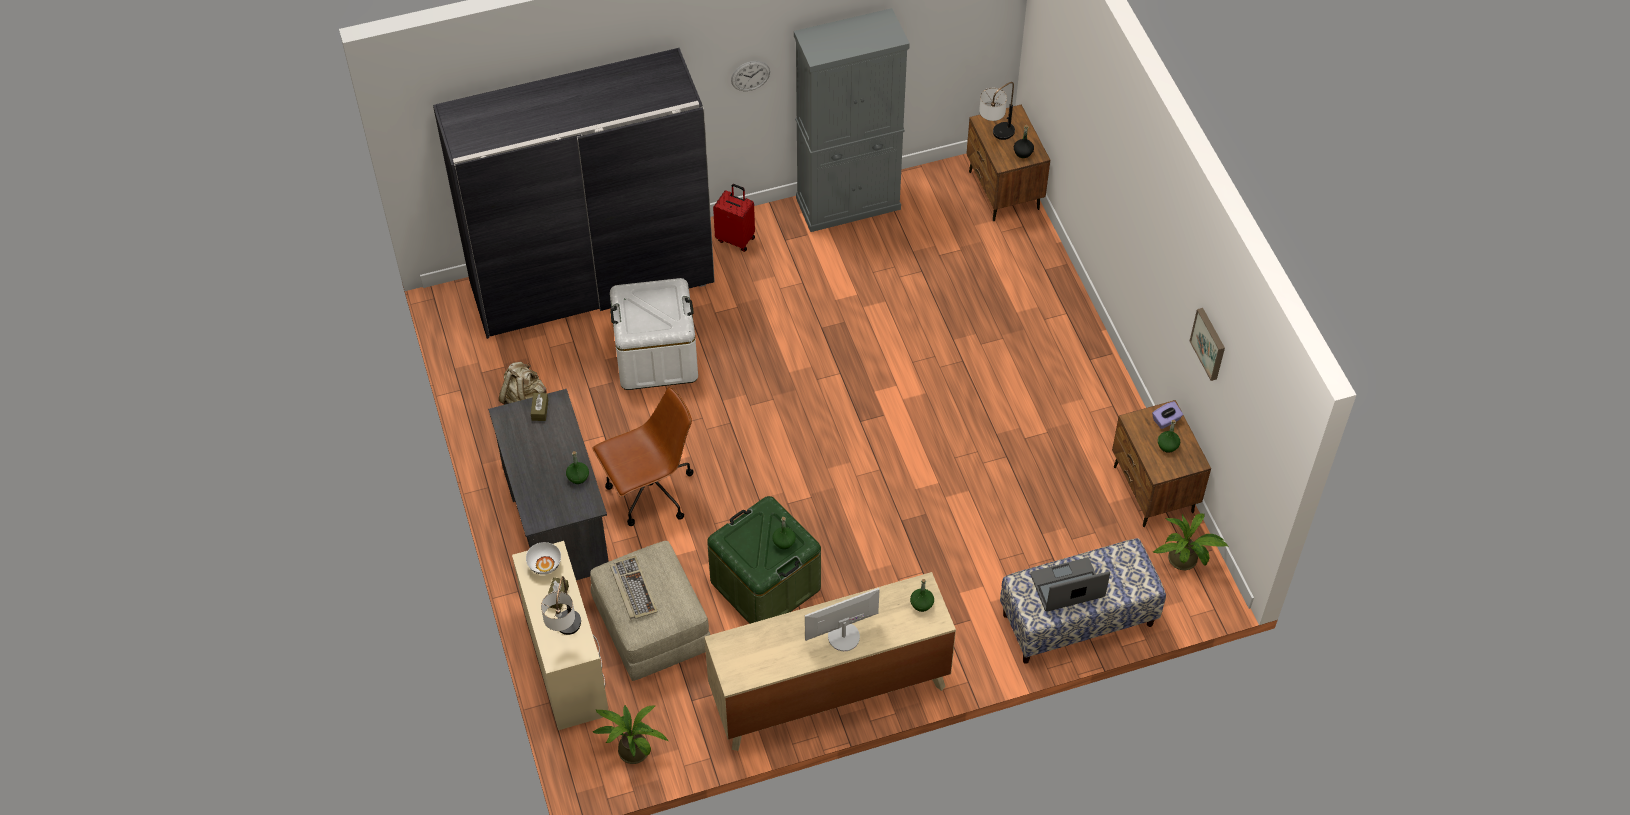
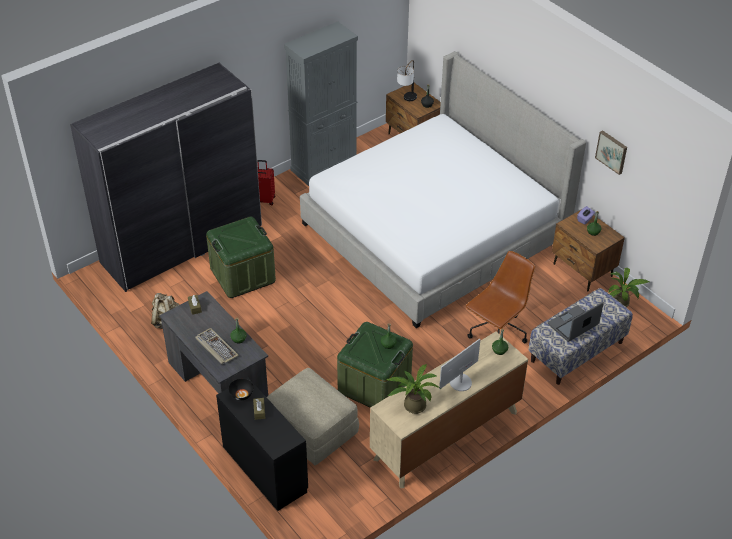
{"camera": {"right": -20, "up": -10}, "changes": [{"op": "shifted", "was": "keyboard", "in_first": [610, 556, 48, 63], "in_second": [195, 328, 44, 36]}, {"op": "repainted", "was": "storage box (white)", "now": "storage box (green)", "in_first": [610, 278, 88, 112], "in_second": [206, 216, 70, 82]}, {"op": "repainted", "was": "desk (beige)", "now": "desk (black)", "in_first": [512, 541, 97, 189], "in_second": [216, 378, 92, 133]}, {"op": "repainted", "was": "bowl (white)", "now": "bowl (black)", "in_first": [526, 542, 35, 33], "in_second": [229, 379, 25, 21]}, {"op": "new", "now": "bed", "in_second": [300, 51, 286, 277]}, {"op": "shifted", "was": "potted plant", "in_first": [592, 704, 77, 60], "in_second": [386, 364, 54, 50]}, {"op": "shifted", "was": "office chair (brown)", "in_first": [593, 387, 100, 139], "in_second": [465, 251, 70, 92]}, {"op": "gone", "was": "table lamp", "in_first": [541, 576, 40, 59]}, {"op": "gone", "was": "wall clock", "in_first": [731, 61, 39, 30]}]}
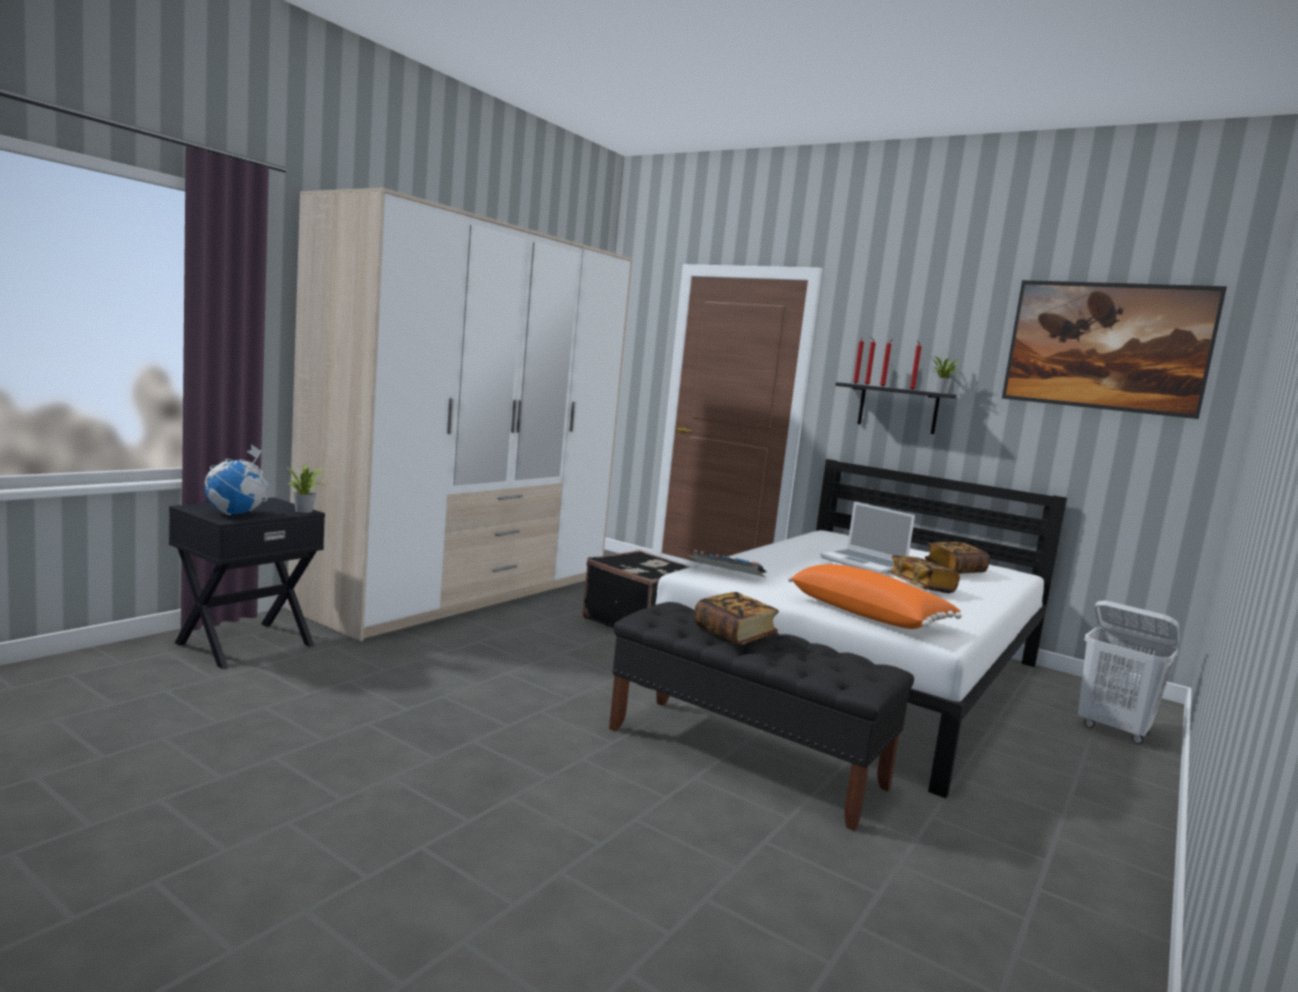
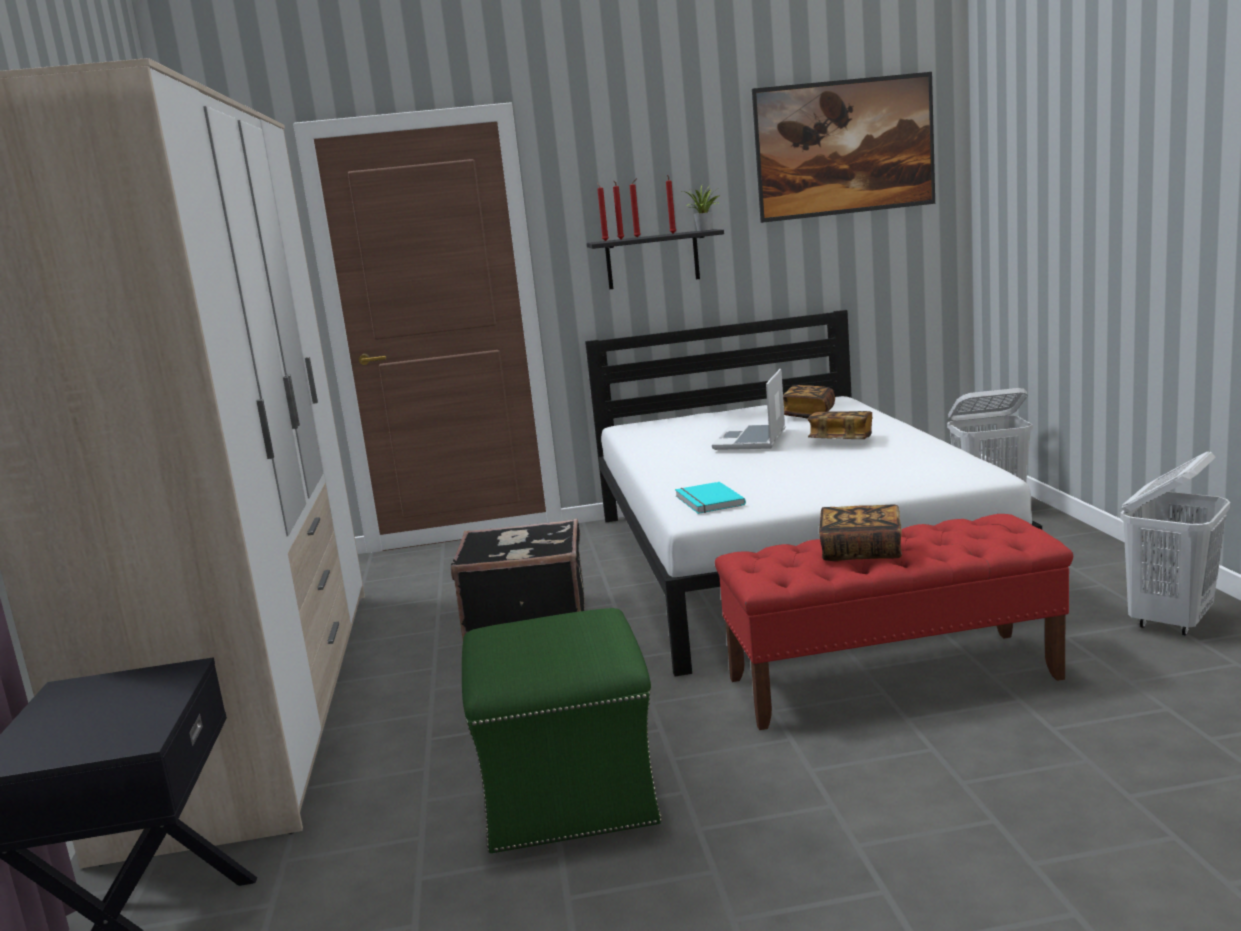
{"camera": {"right": -40, "up": 5}, "changes": [{"op": "new", "now": "ottoman (green)", "in_second": [462, 608, 200, 245]}, {"op": "swapped", "was": "keyboard", "now": "book (turquoise)", "in_first": [688, 550, 80, 27], "in_second": [675, 482, 71, 32]}, {"op": "rotated", "was": "laptop", "in_first": [820, 502, 95, 72], "in_second": [712, 369, 73, 81], "clockwise": 105}, {"op": "repainted", "was": "bench (black)", "now": "bench (red)", "in_first": [609, 602, 305, 229], "in_second": [715, 514, 358, 216]}, {"op": "new", "now": "laundry basket (white)", "in_second": [1120, 451, 110, 185]}, {"op": "gone", "was": "globe", "in_first": [205, 444, 63, 71]}, {"op": "gone", "was": "potted plant", "in_first": [286, 463, 44, 50]}, {"op": "gone", "was": "pillow (orange)", "in_first": [788, 564, 174, 65]}]}
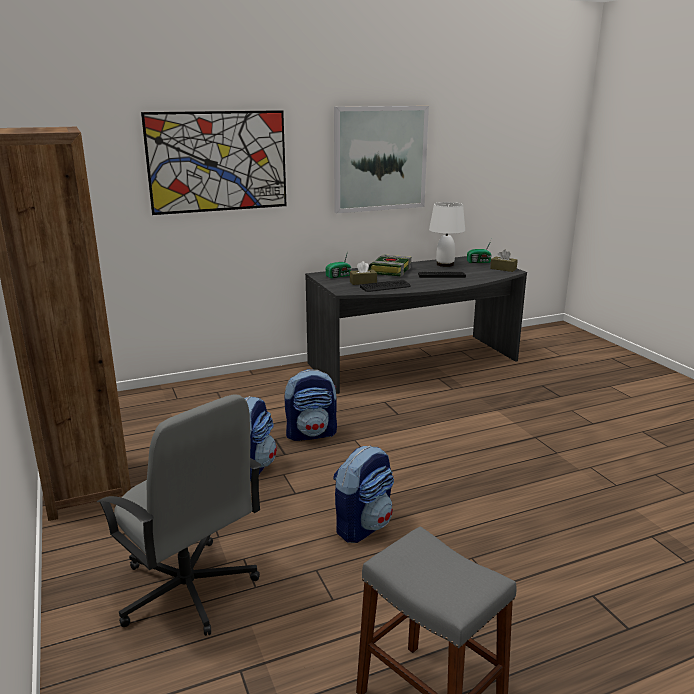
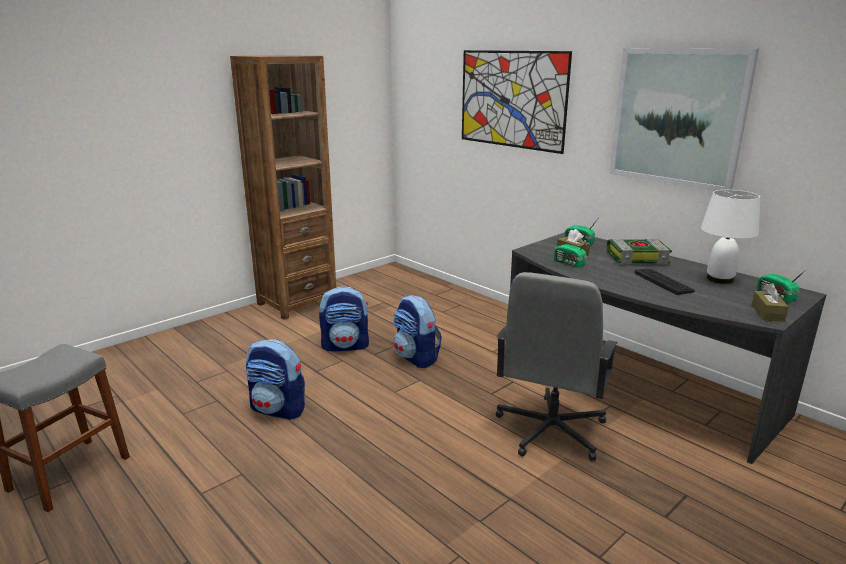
{"camera": {"right": 70, "up": 0}, "changes": [{"op": "shifted", "was": "office chair (grey)", "in_first": [97, 394, 164, 242], "in_second": [496, 272, 122, 189]}, {"op": "swapped", "was": "keyboard", "now": "radio", "in_first": [360, 280, 51, 12], "in_second": [554, 239, 35, 28]}]}
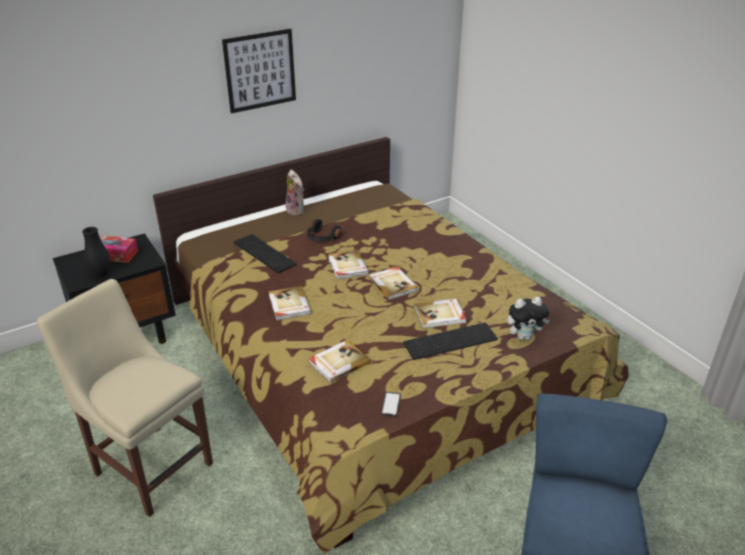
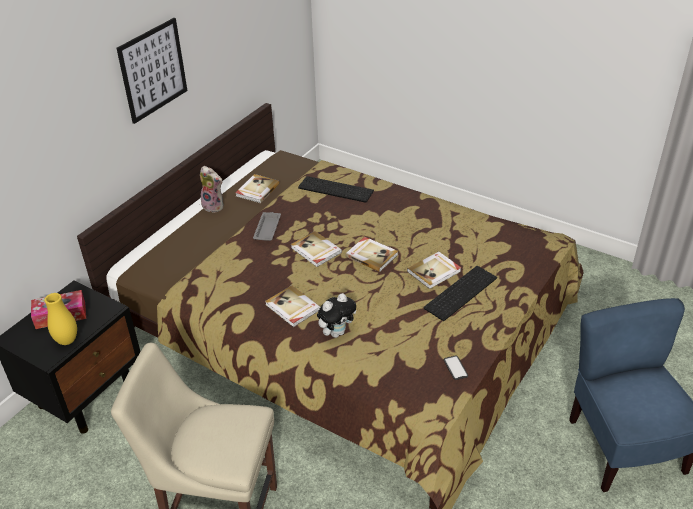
{"camera": {"right": -25, "up": 5}, "changes": [{"op": "repainted", "was": "vase (black)", "now": "vase (yellow)", "in_first": [82, 227, 29, 50], "in_second": [44, 293, 33, 52]}, {"op": "shifted", "was": "book", "in_first": [309, 340, 61, 43], "in_second": [235, 174, 45, 29]}, {"op": "swapped", "was": "headphones (black)", "now": "tray (grey)", "in_first": [307, 219, 36, 23], "in_second": [253, 212, 28, 29]}, {"op": "shifted", "was": "keyboard", "in_first": [234, 234, 63, 39], "in_second": [298, 176, 76, 27]}, {"op": "shifted", "was": "plush toy", "in_first": [507, 297, 43, 43], "in_second": [317, 293, 39, 45]}]}
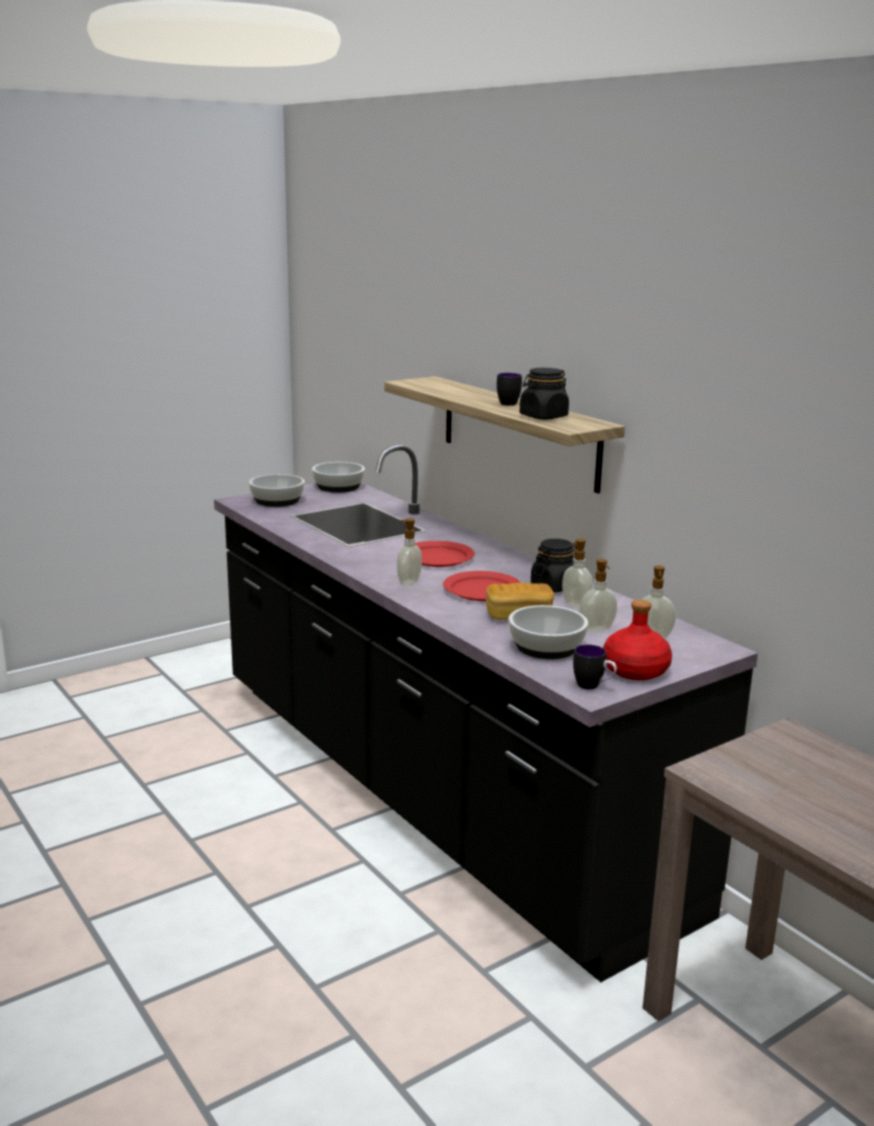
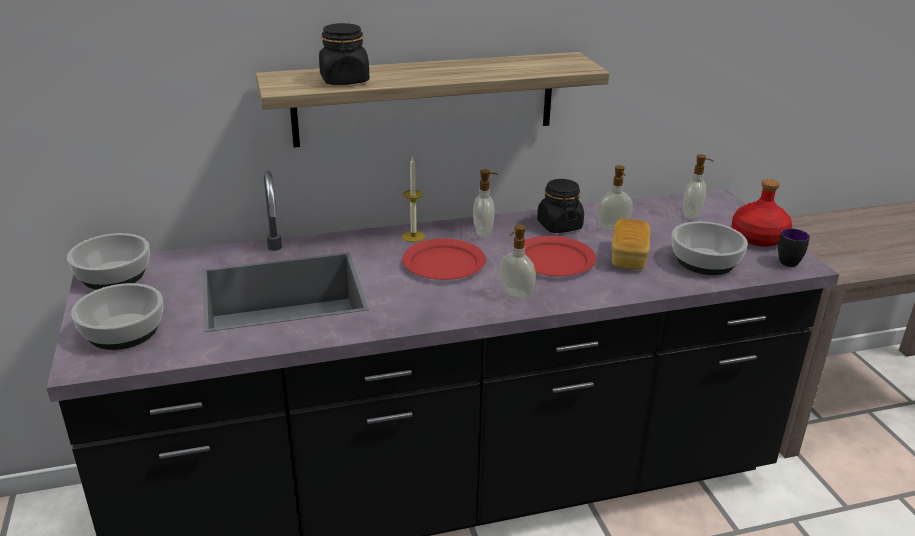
{"camera": {"right": -70, "up": 10}, "changes": [{"op": "shifted", "was": "jar (black)", "in_first": [520, 368, 49, 51], "in_second": [319, 23, 51, 62]}, {"op": "new", "now": "candle", "in_second": [402, 156, 23, 86]}, {"op": "shifted", "was": "soap dispenser", "in_first": [579, 559, 38, 74], "in_second": [473, 169, 25, 68]}, {"op": "gone", "was": "mug", "in_first": [497, 373, 25, 33]}]}
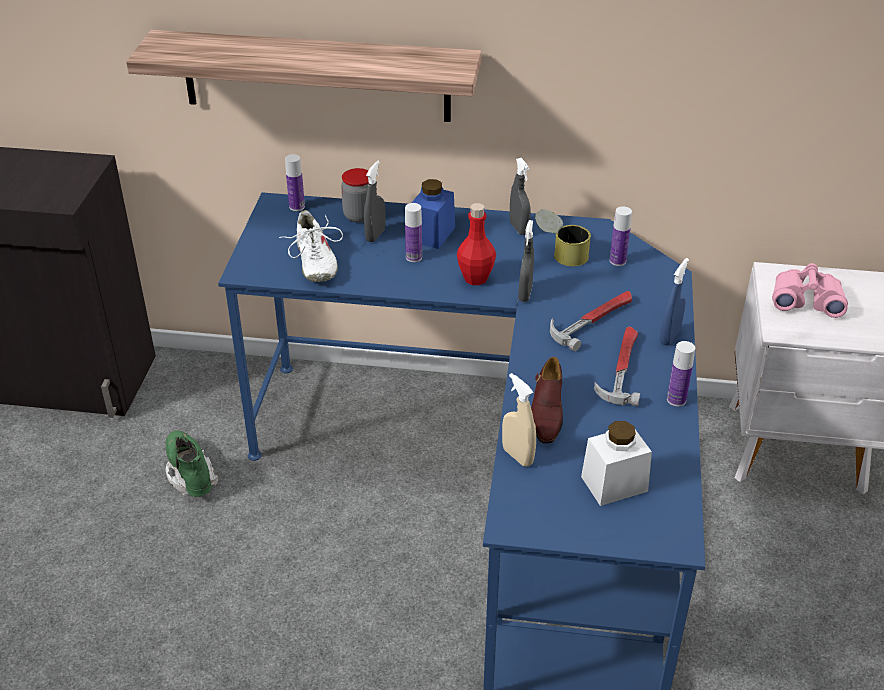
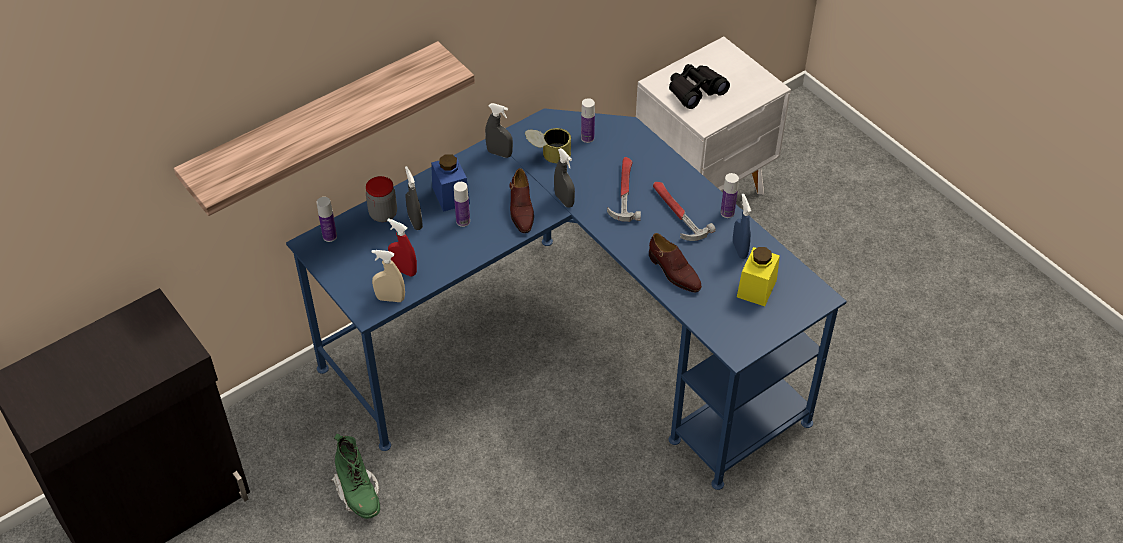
{"camera": {"right": -45, "up": 10}, "changes": [{"op": "rotated", "was": "boot (green)", "in_first": [166, 431, 53, 66], "in_second": [331, 434, 49, 85], "clockwise": -135}, {"op": "shifted", "was": "spray bottle (beige)", "in_first": [502, 373, 34, 94], "in_second": [372, 250, 33, 52]}, {"op": "swapped", "was": "shoe (white)", "now": "spray bottle (red)", "in_first": [279, 210, 64, 72], "in_second": [387, 218, 30, 59]}, {"op": "swapped", "was": "bottle (red)", "now": "shoe (brown)", "in_first": [457, 203, 39, 82], "in_second": [509, 168, 25, 65]}, {"op": "repainted", "was": "binoculars (pink)", "now": "binoculars (black)", "in_first": [772, 263, 76, 55], "in_second": [669, 64, 61, 45]}, {"op": "shifted", "was": "spray bottle (blue)", "in_first": [660, 258, 29, 87], "in_second": [733, 194, 18, 65]}, {"op": "repainted", "was": "jar (white)", "now": "jar (yellow)", "in_first": [581, 421, 71, 85], "in_second": [737, 247, 43, 59]}]}
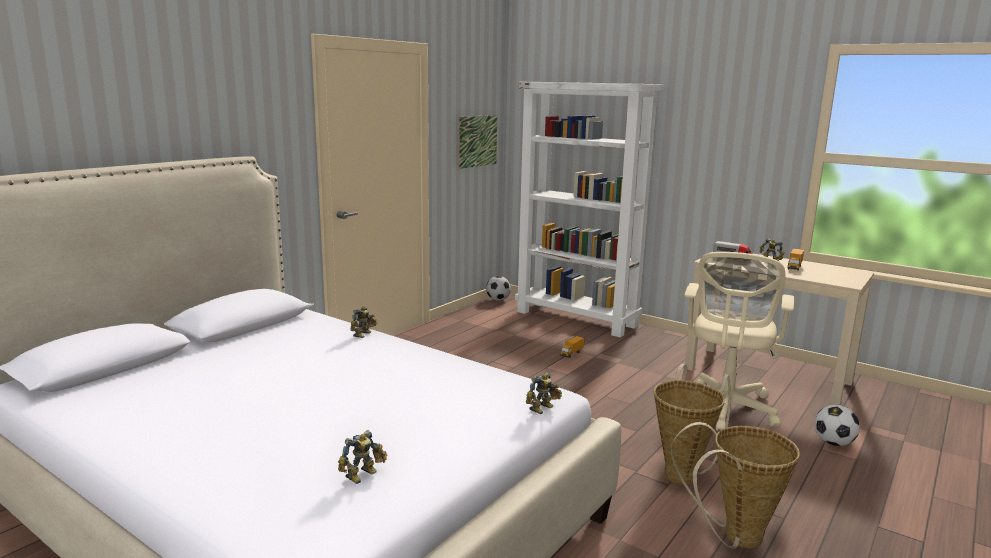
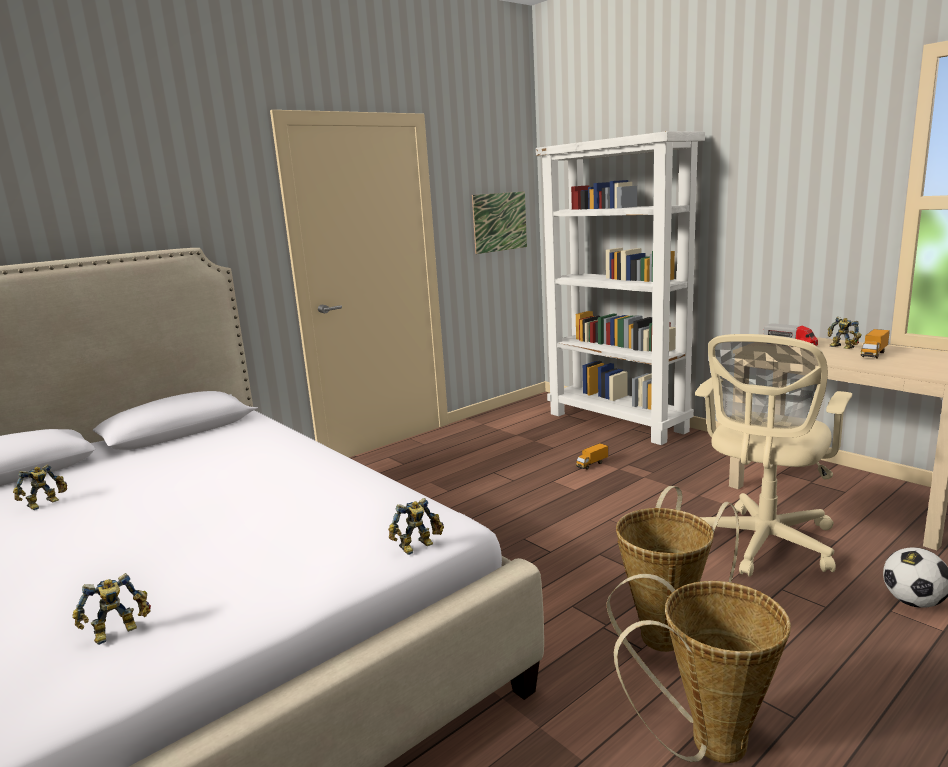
{"camera": {"right": 15, "up": 0}, "changes": [{"op": "shifted", "was": "toy robot", "in_first": [350, 306, 27, 32], "in_second": [13, 464, 54, 46]}, {"op": "gone", "was": "football", "in_first": [486, 276, 25, 25]}]}
